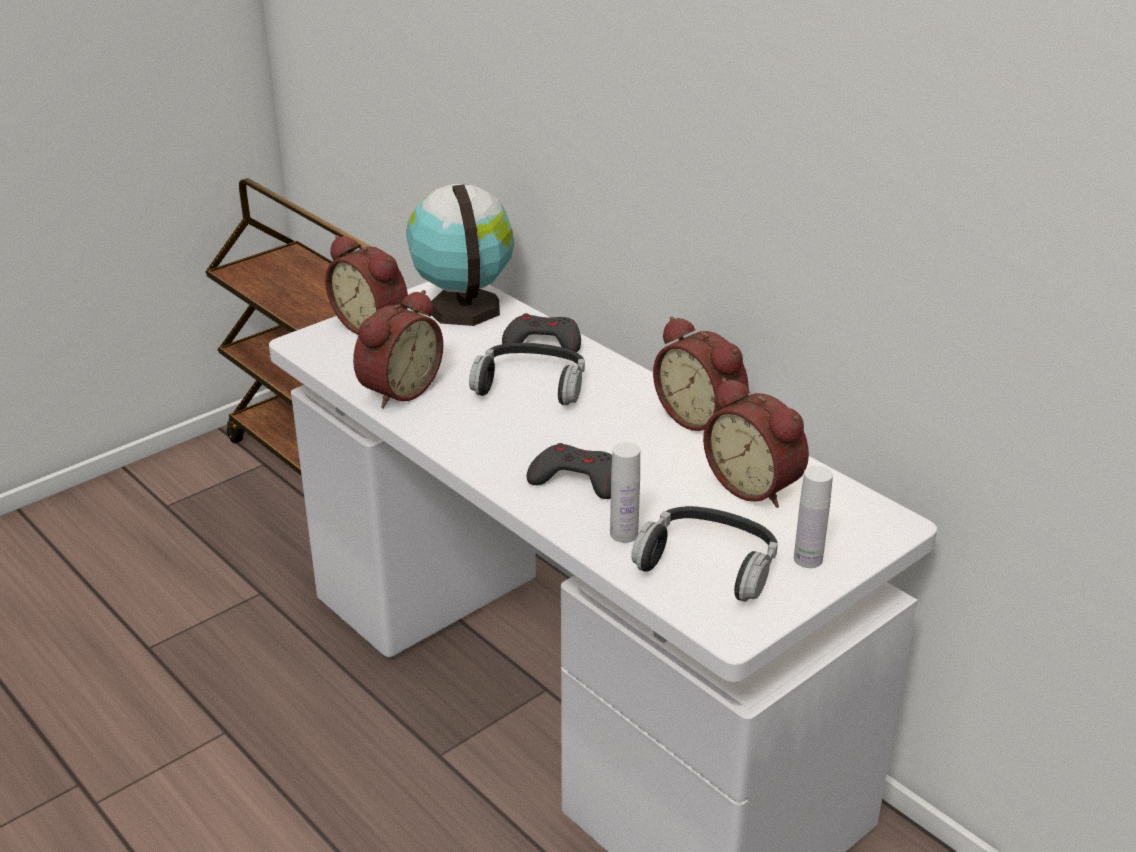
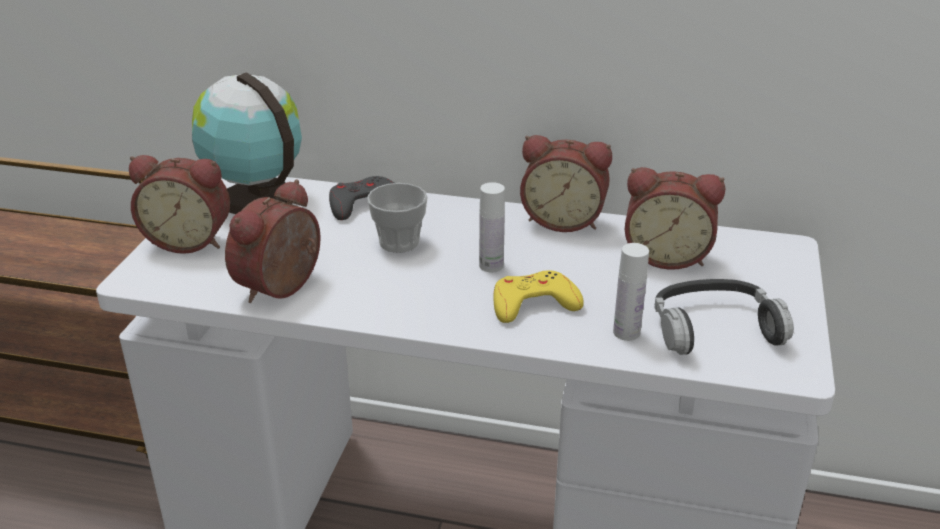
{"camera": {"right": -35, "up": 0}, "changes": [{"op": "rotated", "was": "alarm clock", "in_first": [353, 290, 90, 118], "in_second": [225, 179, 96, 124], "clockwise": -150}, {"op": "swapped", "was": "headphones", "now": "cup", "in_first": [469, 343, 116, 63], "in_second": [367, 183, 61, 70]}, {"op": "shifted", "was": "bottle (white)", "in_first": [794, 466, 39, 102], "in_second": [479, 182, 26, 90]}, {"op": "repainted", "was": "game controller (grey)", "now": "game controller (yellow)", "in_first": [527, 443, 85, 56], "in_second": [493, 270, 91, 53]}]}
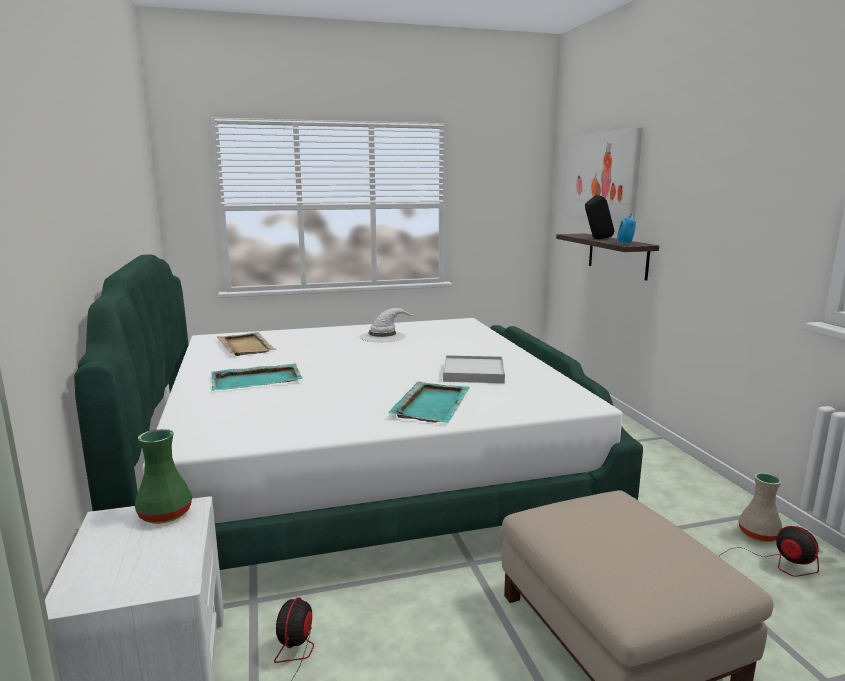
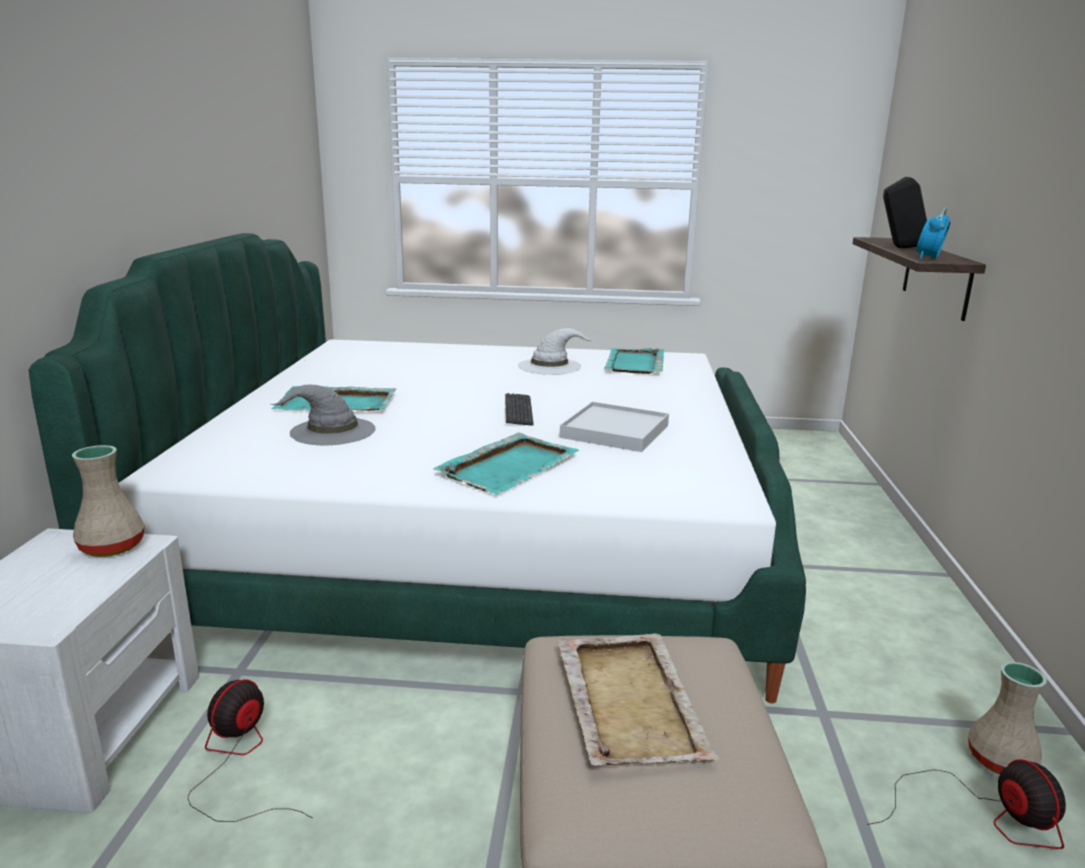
{"camera": {"right": 20, "up": 5}, "changes": [{"op": "repainted", "was": "vase (green)", "now": "vase (beige)", "in_first": [135, 429, 57, 95], "in_second": [72, 445, 73, 112]}, {"op": "new", "now": "hat (grey)", "in_second": [271, 384, 104, 62]}, {"op": "new", "now": "keyboard", "in_second": [505, 393, 29, 33]}, {"op": "shifted", "was": "tray (beige)", "in_first": [217, 332, 60, 24], "in_second": [558, 633, 162, 133]}, {"op": "new", "now": "tray (turquoise)", "in_second": [605, 348, 59, 26]}, {"op": "gone", "was": "picture", "in_first": [564, 127, 79, 94]}]}
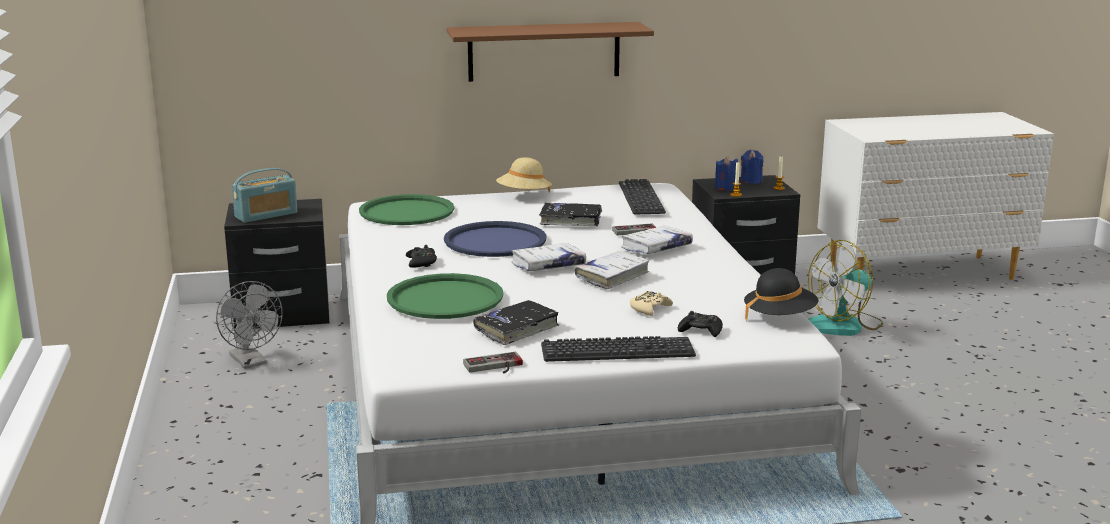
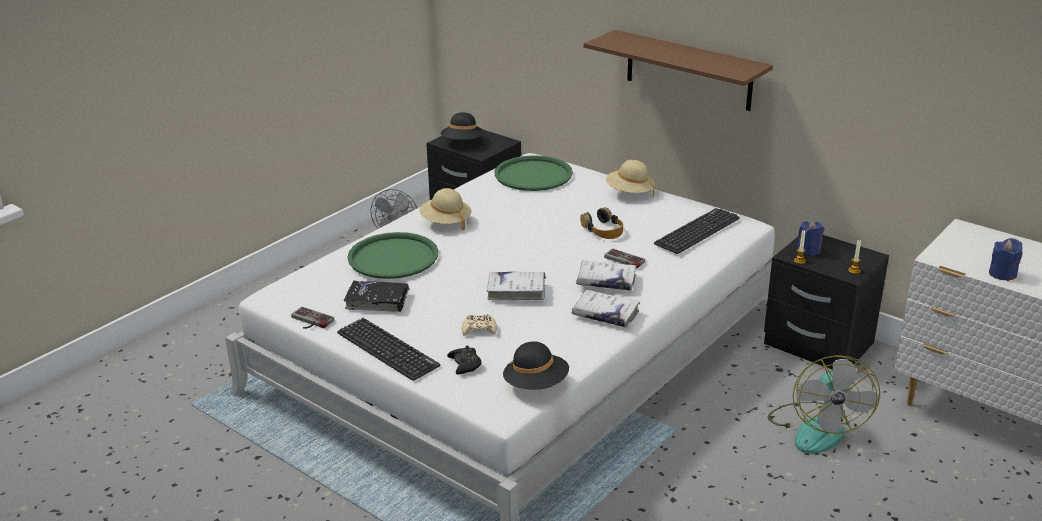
{"camera": {"right": 50, "up": 10}, "changes": [{"op": "swapped", "was": "game controller (black)", "now": "hat (beige)", "in_first": [406, 245, 31, 23], "in_second": [419, 188, 53, 42]}, {"op": "swapped", "was": "radio", "now": "hat (black)", "in_first": [232, 168, 65, 55], "in_second": [441, 112, 44, 28]}, {"op": "shifted", "was": "book (white)", "in_first": [511, 243, 75, 28], "in_second": [571, 290, 69, 37]}, {"op": "swapped", "was": "book (black)", "now": "headphones", "in_first": [539, 203, 63, 23], "in_second": [580, 207, 43, 32]}, {"op": "rotated", "was": "fan", "in_first": [808, 240, 75, 96], "in_second": [767, 355, 113, 99], "clockwise": -105}, {"op": "shifted", "was": "candle (blue)", "in_first": [741, 150, 23, 34], "in_second": [989, 238, 33, 43]}, {"op": "gone", "was": "tray (blue)", "in_first": [444, 221, 103, 36]}]}
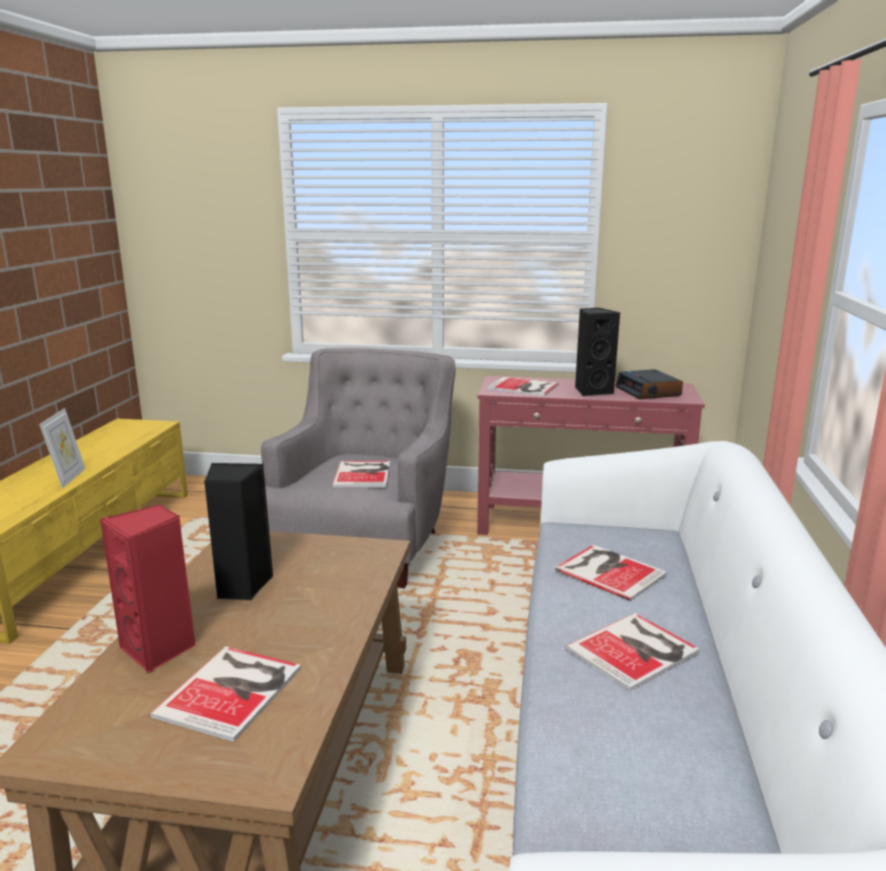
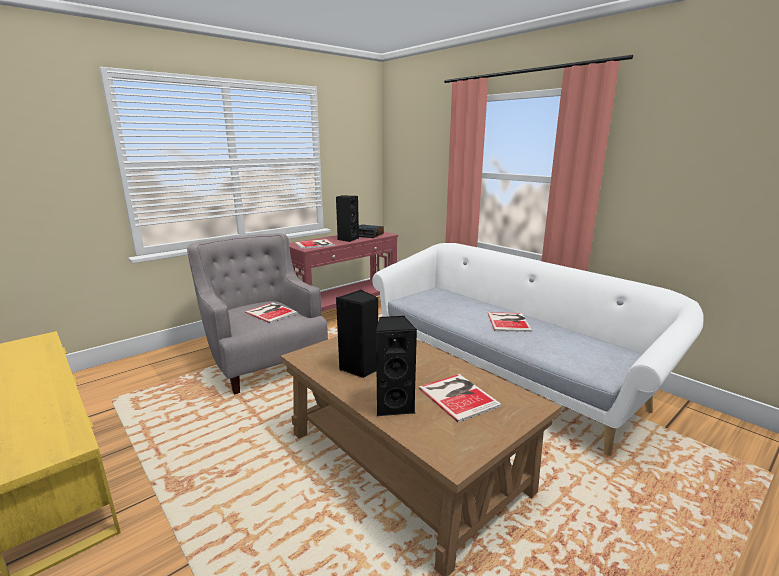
{"camera": {"right": -50, "up": 0}, "changes": [{"op": "repainted", "was": "speaker (red)", "now": "speaker (black)", "in_first": [100, 504, 96, 169], "in_second": [376, 316, 41, 100]}, {"op": "gone", "was": "picture frame", "in_first": [39, 408, 47, 80]}, {"op": "gone", "was": "book", "in_first": [555, 545, 112, 56]}]}
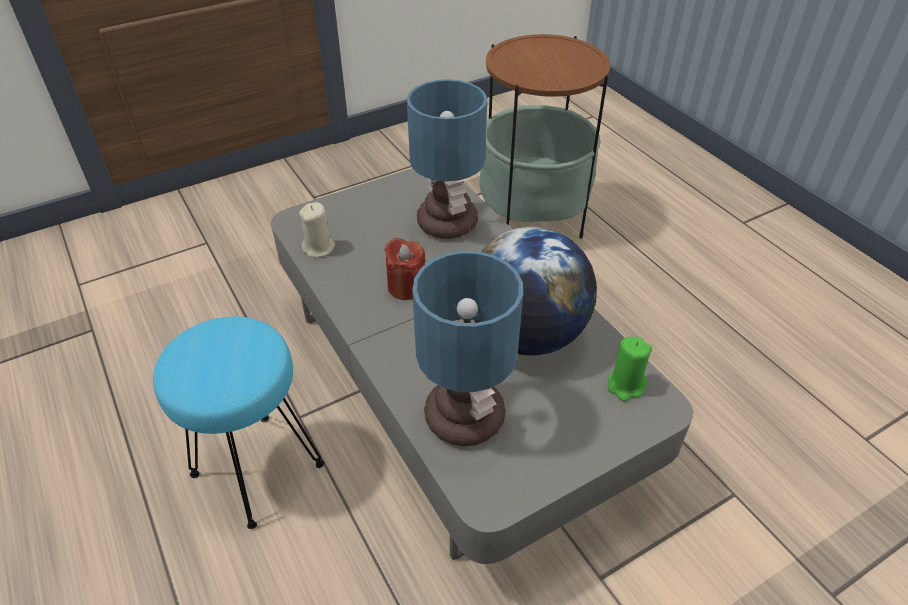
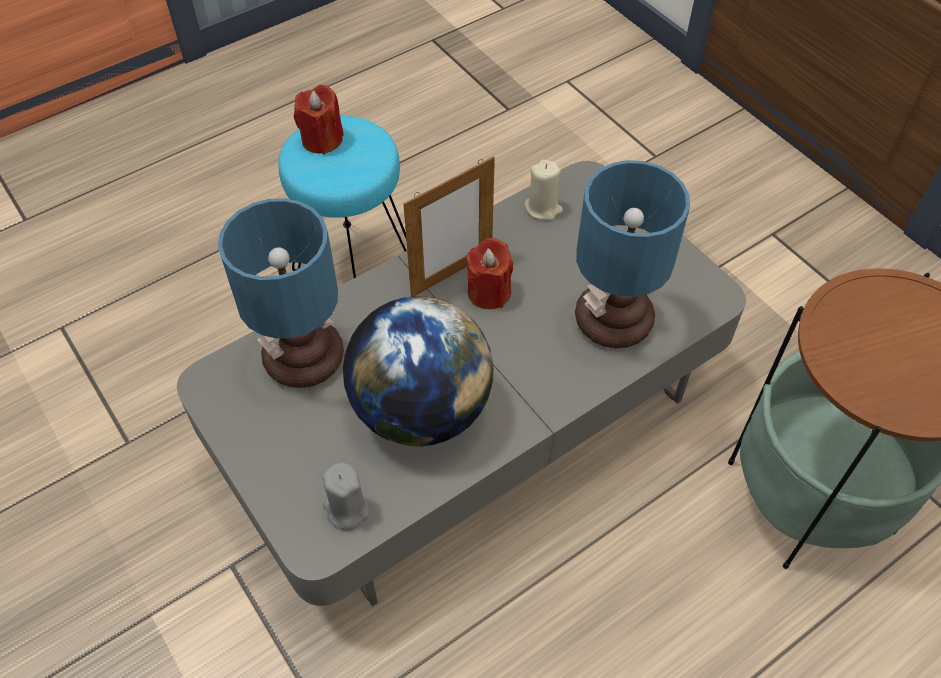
{"camera": {"right": 85, "up": 10}, "changes": [{"op": "new", "now": "candle (red)", "in_second": [294, 85, 50, 70]}, {"op": "repainted", "was": "candle (green)", "now": "candle (grey)", "in_first": [607, 337, 45, 64], "in_second": [322, 462, 48, 69]}, {"op": "new", "now": "picture frame", "in_second": [403, 156, 92, 141]}]}
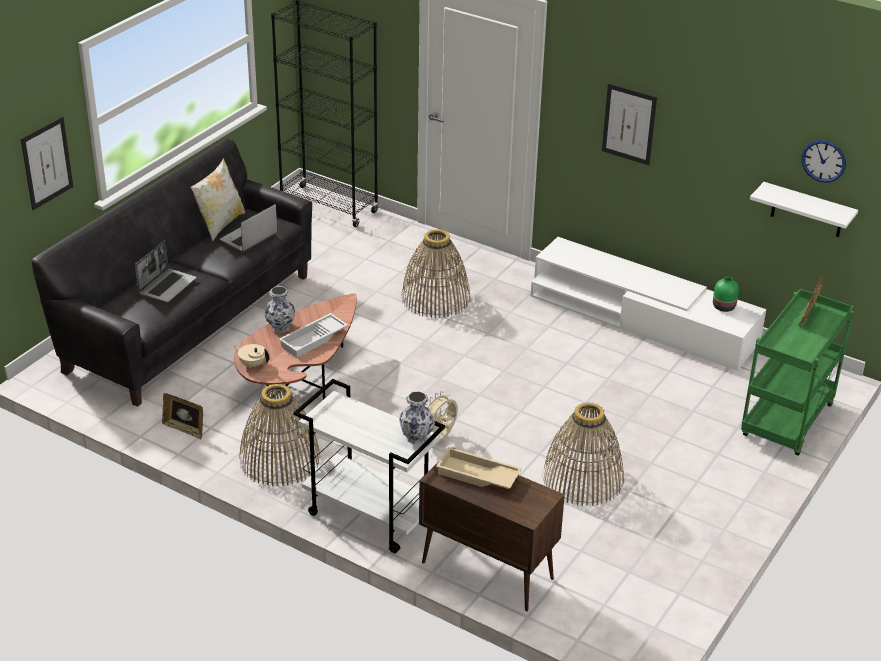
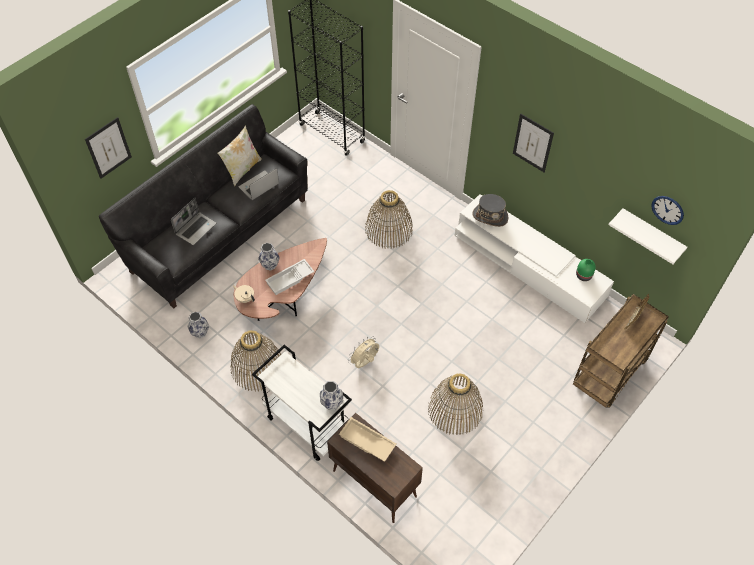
{"camera": {"right": 10, "up": 20}, "changes": [{"op": "swapped", "was": "picture frame", "now": "vase", "in_first": [162, 393, 41, 47], "in_second": [187, 312, 22, 26]}, {"op": "new", "now": "hat (grey)", "in_second": [472, 194, 36, 33]}, {"op": "repainted", "was": "cart (green)", "now": "cart (brown)", "in_first": [741, 289, 113, 167], "in_second": [573, 294, 96, 114]}]}
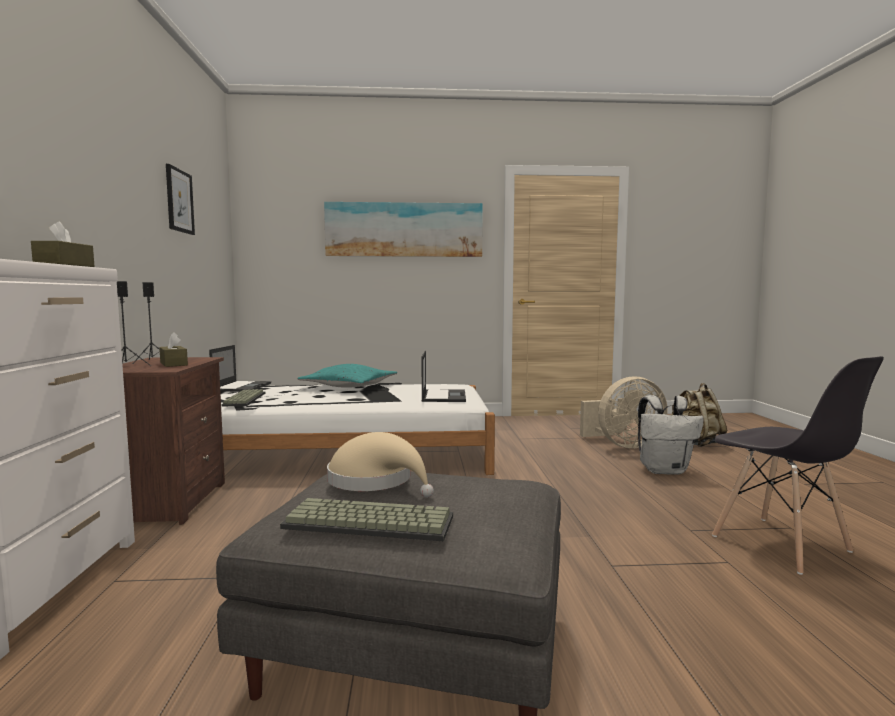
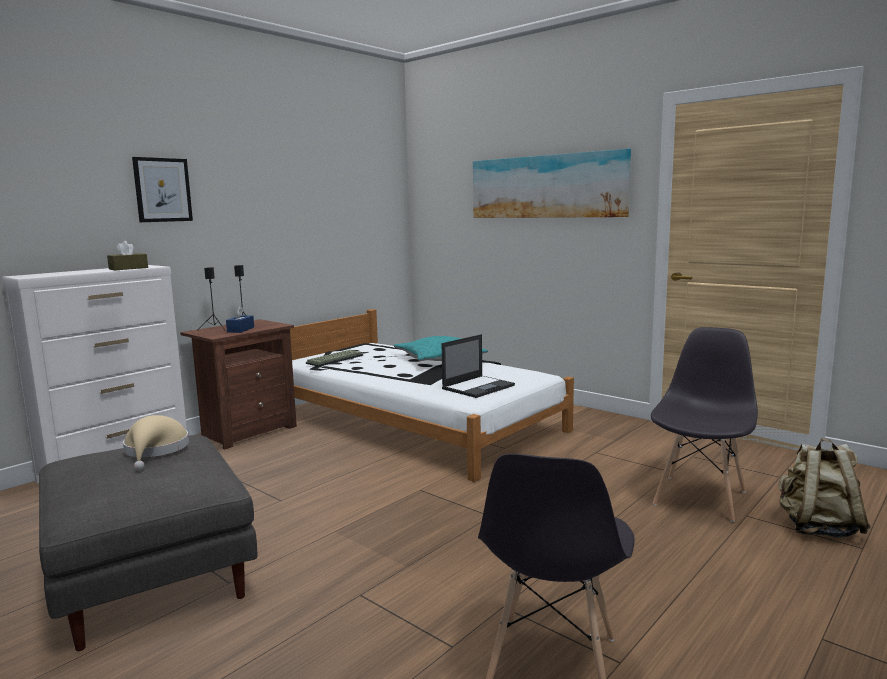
{"camera": {"right": 45, "up": 5}, "changes": [{"op": "shifted", "was": "picture", "in_first": [166, 164, 29, 71], "in_second": [132, 157, 61, 65]}, {"op": "repainted", "was": "tissue box (brown)", "now": "tissue box (blue)", "in_first": [159, 332, 29, 35], "in_second": [226, 306, 28, 27]}, {"op": "swapped", "was": "fan (beige)", "now": "chair (grey)", "in_first": [580, 376, 88, 72], "in_second": [651, 327, 107, 195]}, {"op": "gone", "was": "laptop", "in_first": [209, 345, 62, 47]}, {"op": "gone", "was": "keyboard", "in_first": [280, 498, 173, 43]}, {"op": "gone", "was": "backpack (white)", "in_first": [638, 395, 66, 80]}]}
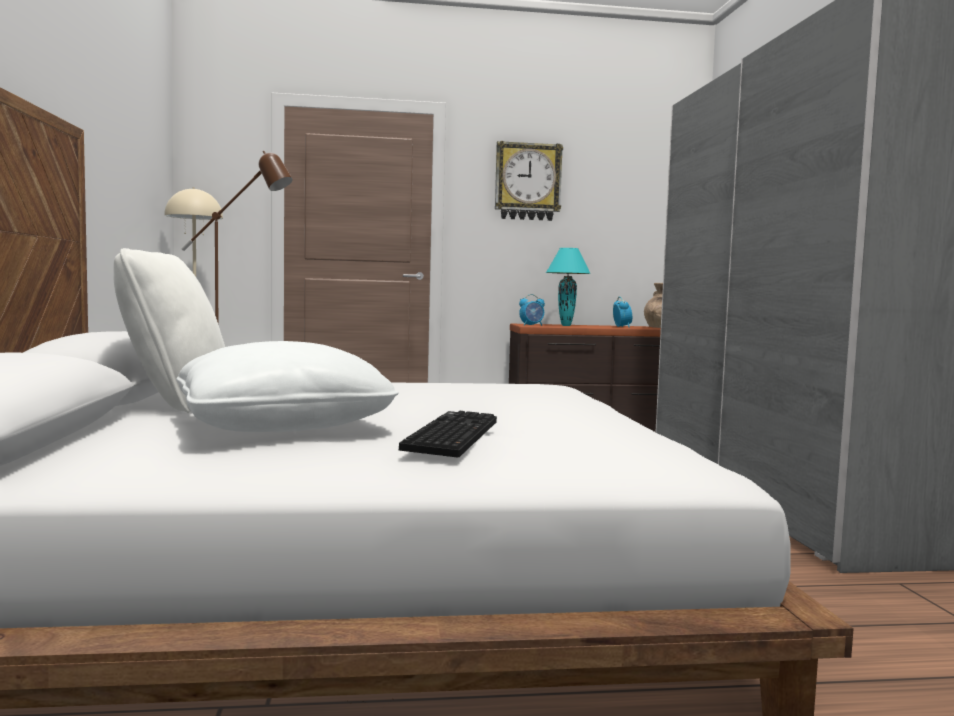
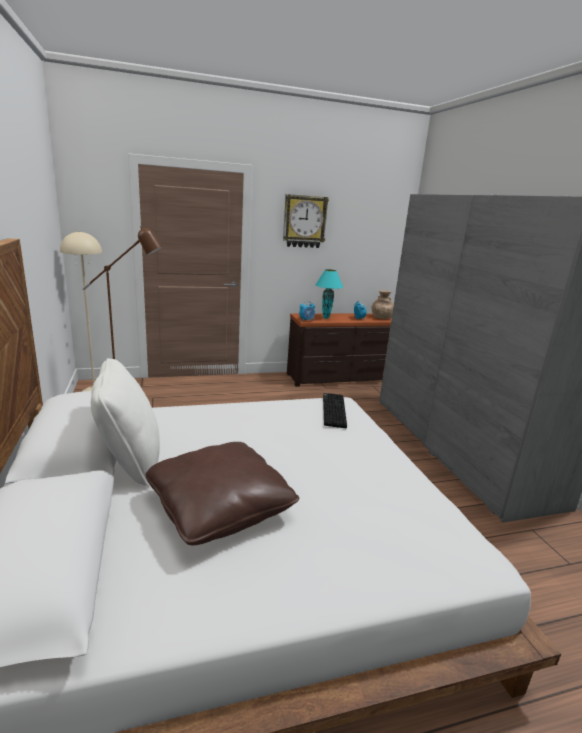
{"camera": {"right": -10, "up": 15}, "changes": [{"op": "repainted", "was": "pillow (white)", "now": "pillow (brown)", "in_first": [176, 341, 223, 91], "in_second": [145, 442, 154, 103]}, {"op": "shifted", "was": "keyboard", "in_first": [399, 411, 98, 47], "in_second": [323, 393, 24, 36]}]}
